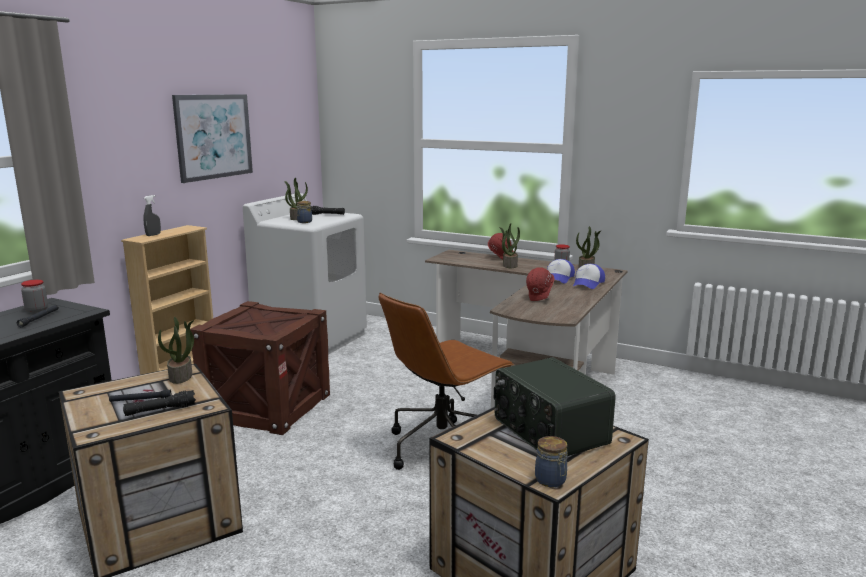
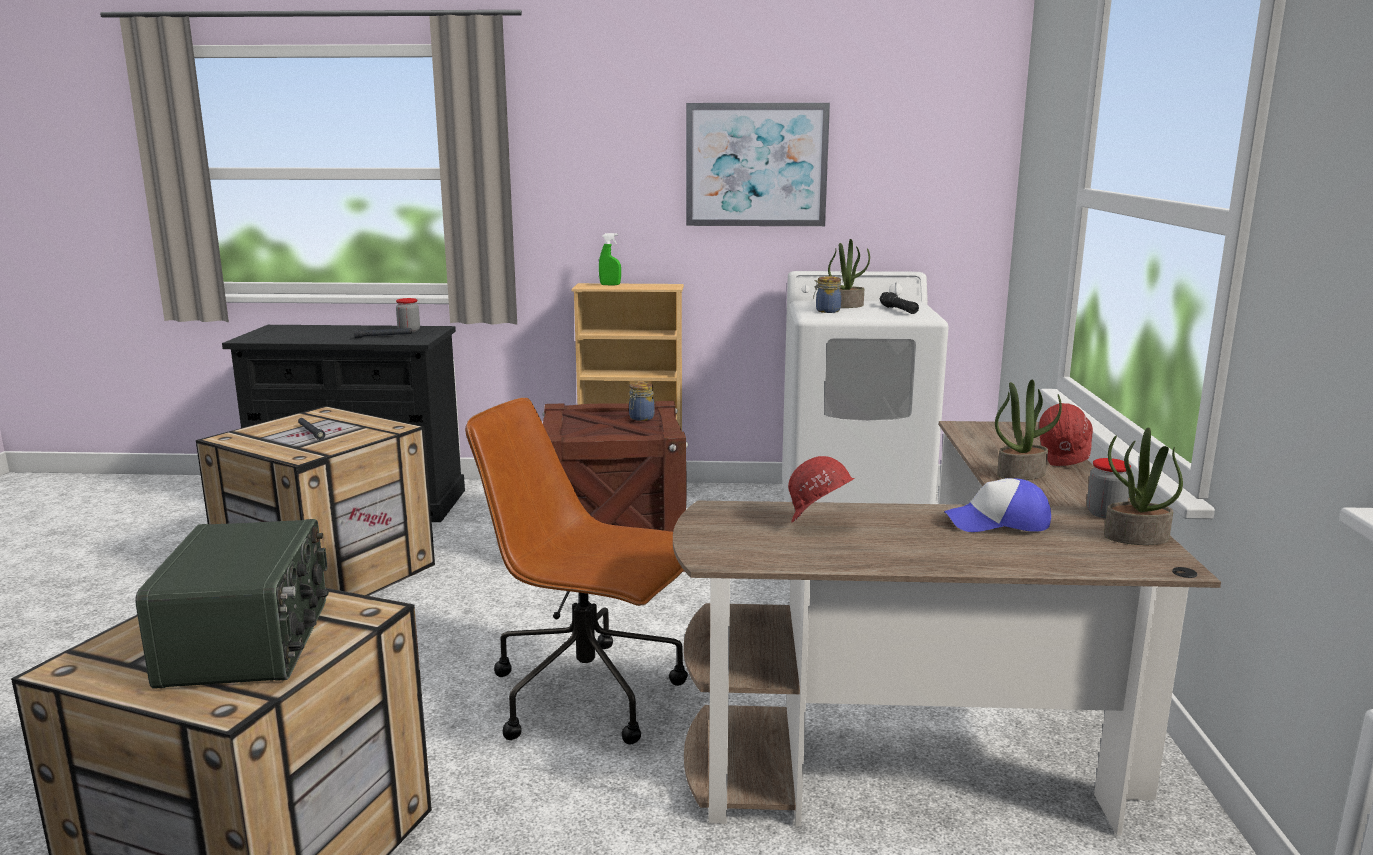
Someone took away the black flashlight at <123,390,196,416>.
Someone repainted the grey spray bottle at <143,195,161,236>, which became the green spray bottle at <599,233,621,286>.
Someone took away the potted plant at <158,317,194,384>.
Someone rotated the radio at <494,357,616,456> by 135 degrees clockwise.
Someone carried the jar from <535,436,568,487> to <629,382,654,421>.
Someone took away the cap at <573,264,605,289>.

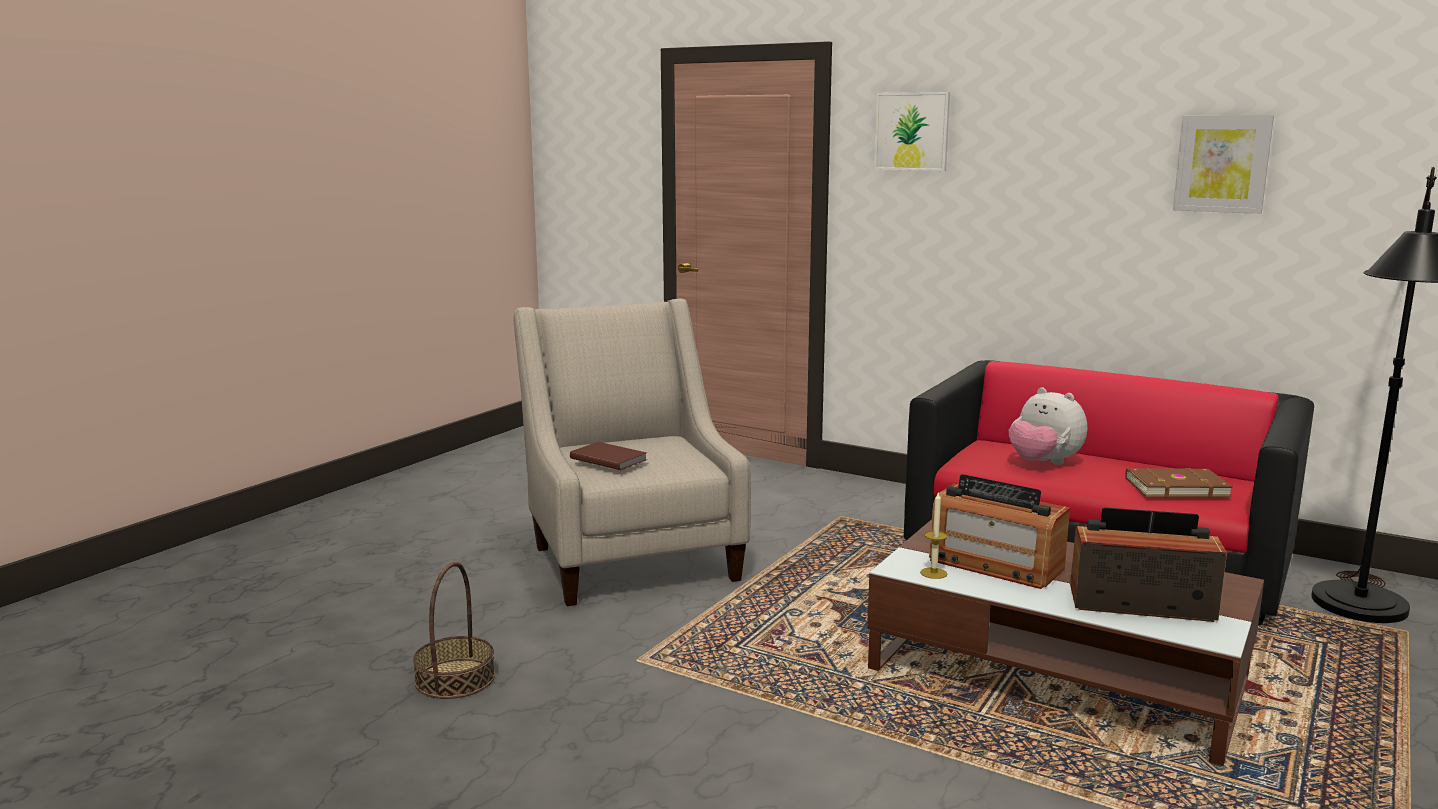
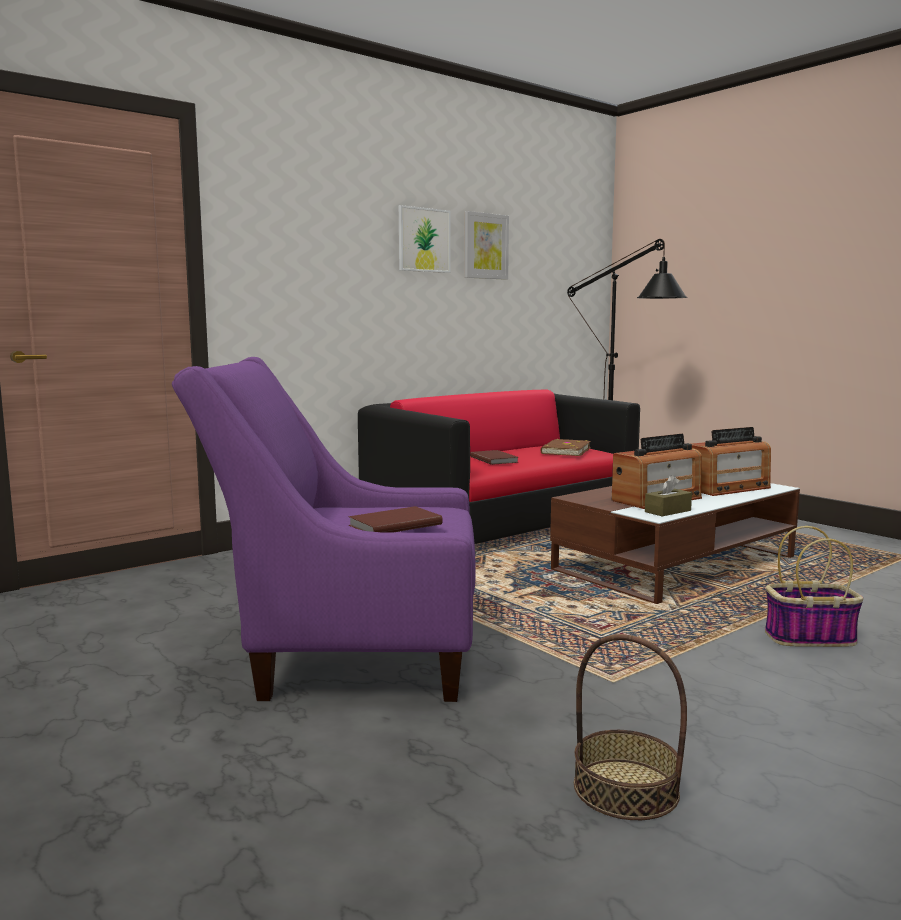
Someone repainted the beige armchair at <514,299,751,606>, which became the purple armchair at <172,357,476,702>.
Someone carried the picture from <874,92,950,171> to <399,205,451,273>.
Someone swapped the candle at <920,491,948,579> for the brown tissue box at <645,475,692,516>.
Someone swapped the plush toy at <1009,387,1087,465> for the brown book at <470,450,519,465>.
Someone rotated the radio at <1070,508,1227,622> by 150 degrees counterclockwise.
Someone put down the basket at <765,526,863,647>.

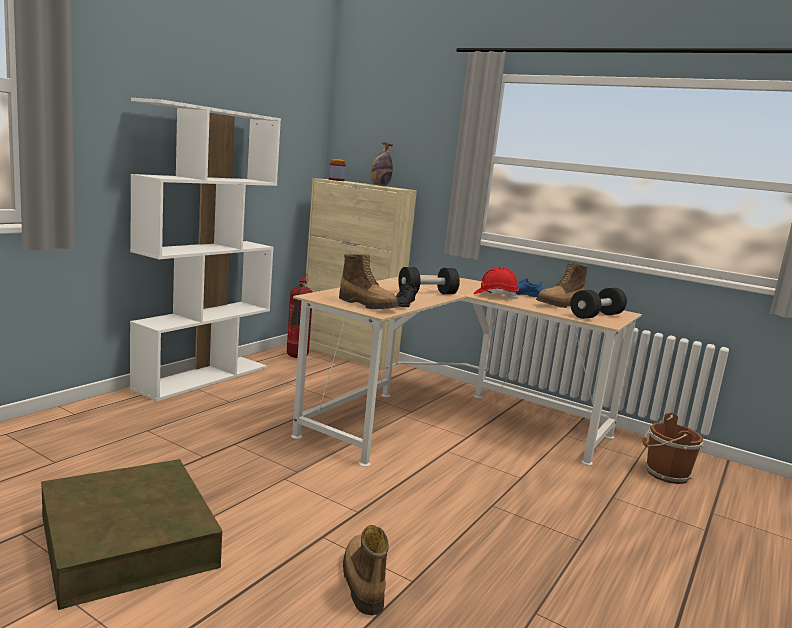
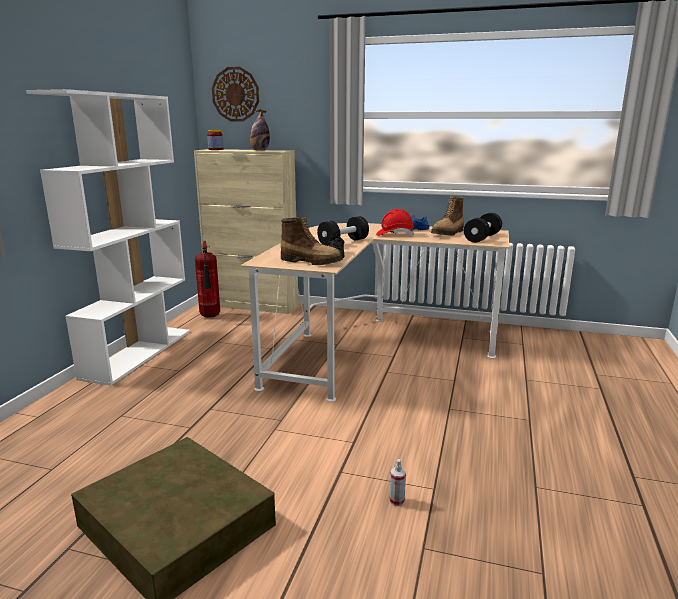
Someone swapped the boot at <343,525,389,615> for the spray bottle at <390,459,406,506>.
Someone took away the brown bucket at <642,413,704,484>.
Someone put up the wall clock at <212,67,259,122>.

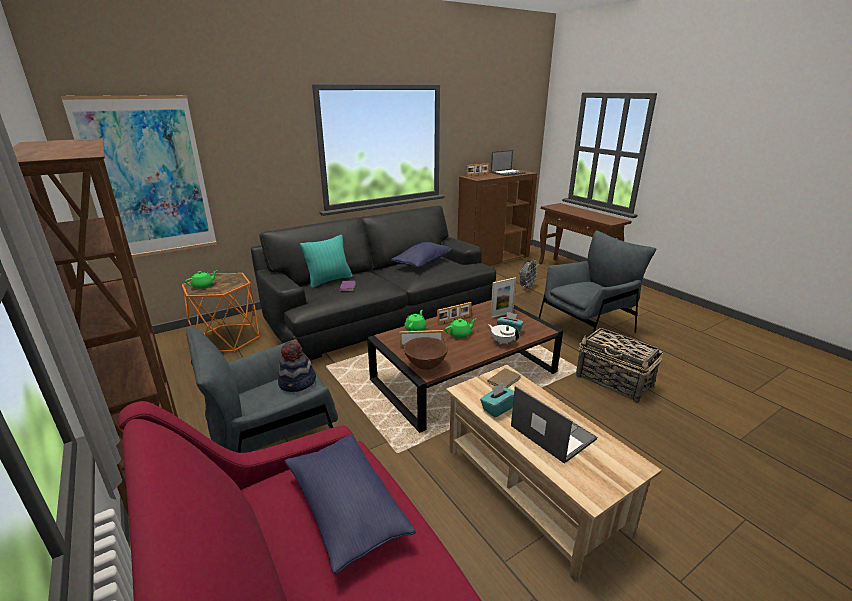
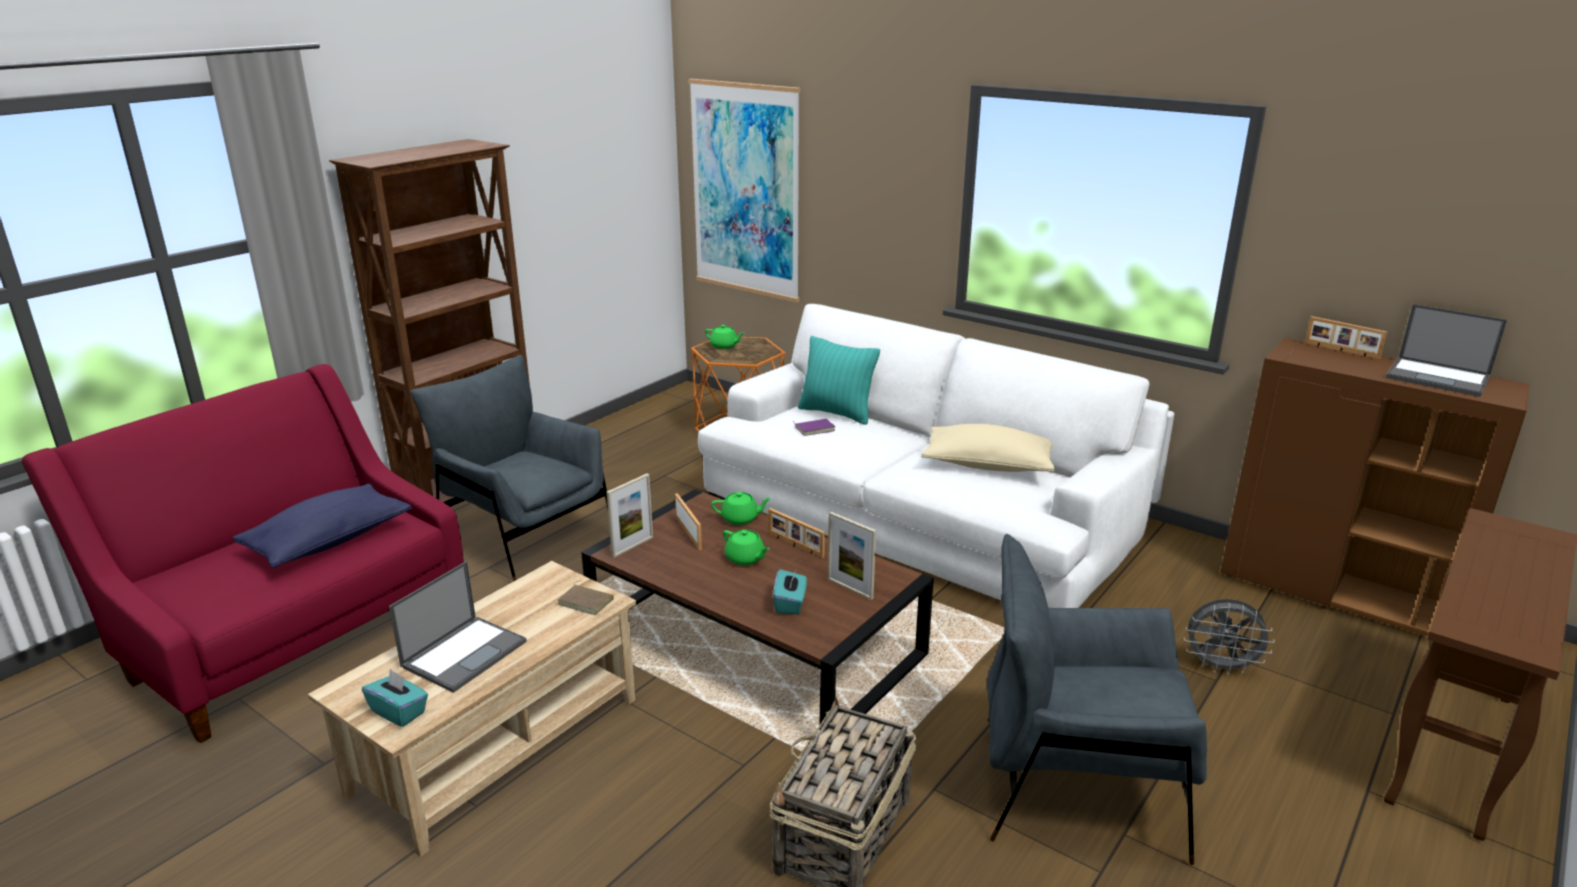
Someone repainted the black sofa at <251,206,496,360>, which became the white sofa at <698,304,1169,608>.
Someone took away the hat at <278,340,316,392>.
Someone repainted the blue pillow at <391,242,452,268>, which became the beige pillow at <921,424,1055,472>.
Someone swapped the brown bowl at <404,337,448,370> for the picture frame at <606,474,653,558>.
Someone carried the turquoise tissue box from <480,383,514,417> to <362,669,428,727>.
Someone took away the white teapot at <488,324,519,345>.
Someone rotated the grey armchair at <539,230,657,333> by 150 degrees clockwise.

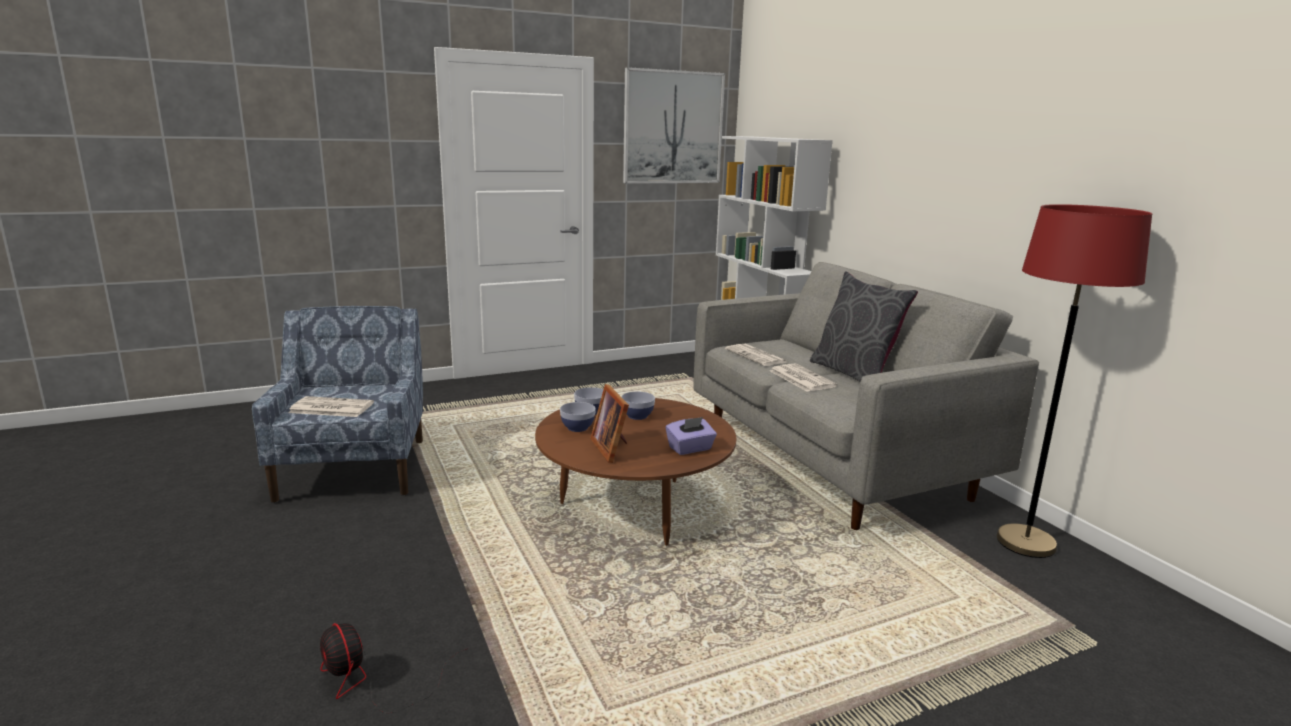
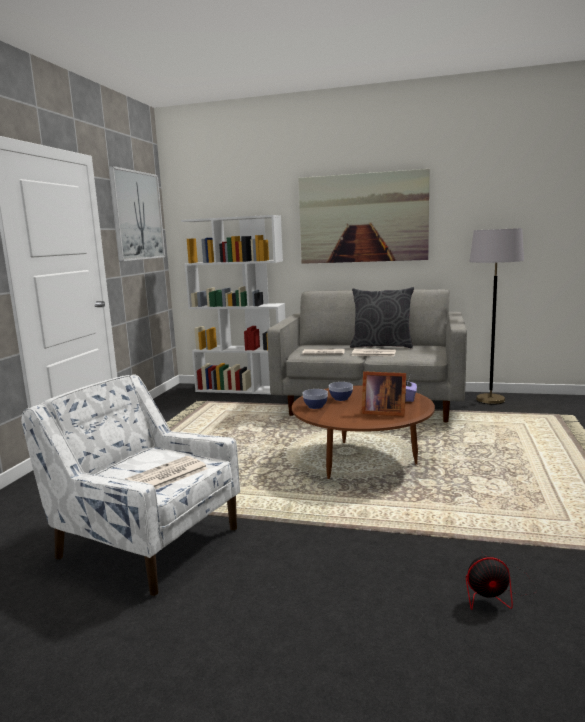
Someone repainted the blue armchair at <252,306,423,503>, which became the white armchair at <21,374,240,596>.
Someone took away the bowl at <560,402,596,432>.
Someone repainted the red floor lamp at <996,204,1152,558>, which became the grey floor lamp at <469,228,524,405>.
Someone put up the picture at <298,169,430,264>.

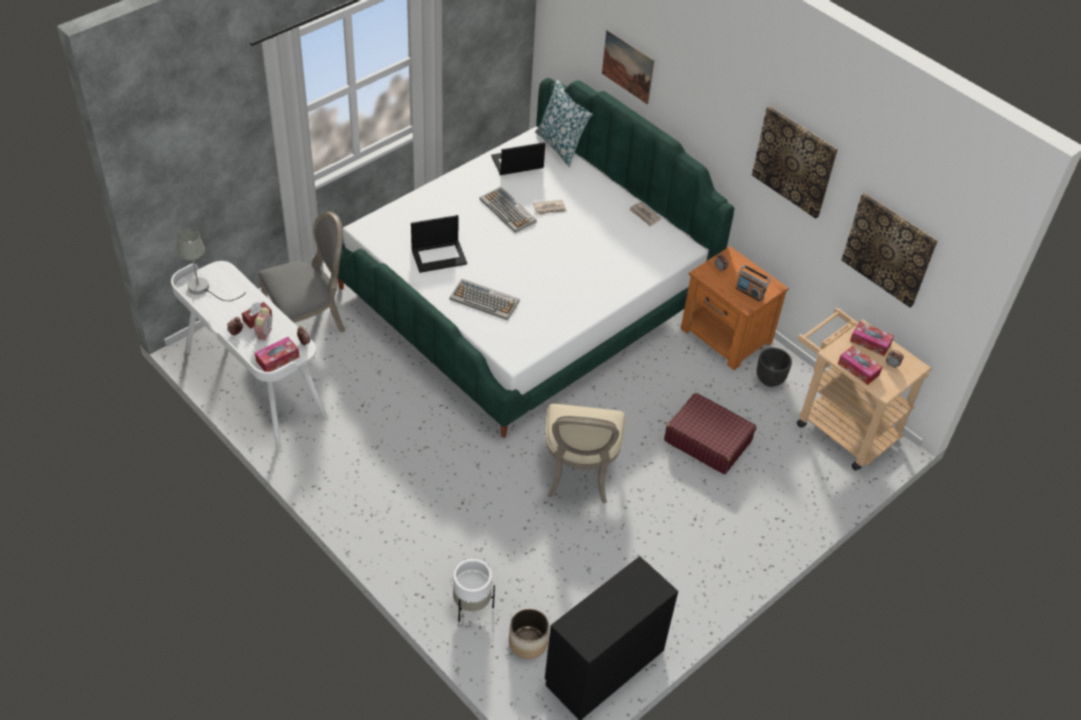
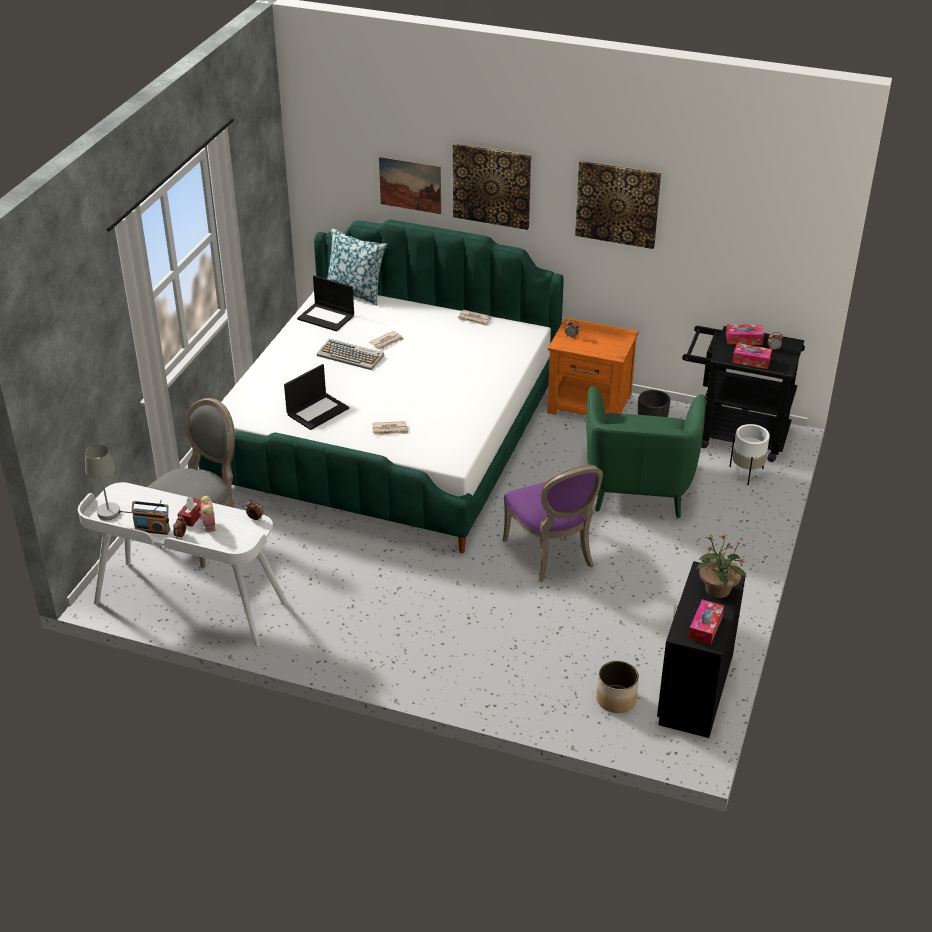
Someone carried the tissue box from <255,337,299,372> to <688,599,724,645>.
Someone swapped the keyboard at <449,279,520,320> for the newspaper at <372,421,408,435>.
Someone carried the white planter from <453,559,495,622> to <729,424,770,485>.
Someone rotated the laptop at <491,142,545,175> by 105 degrees counterclockwise.
Someone repainted the beige chair at <546,404,626,504>, which became the purple chair at <503,465,603,582>.
Someone swapped the red suitcase at <664,393,756,474> for the green armchair at <586,386,706,518>.
Someone carried the radio from <736,265,770,301> to <132,501,170,535>.
Someone repainted the beige cart at <797,308,932,470>, which became the black cart at <682,326,805,462>.
Someone carried the picture from <841,193,938,307> to <453,143,531,230>.
Someone put down the potted plant at <697,535,747,598>.

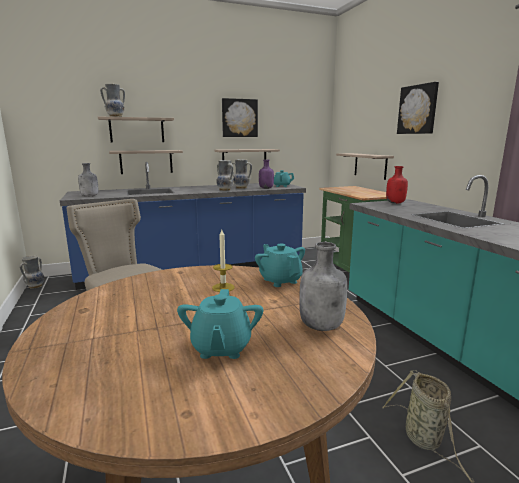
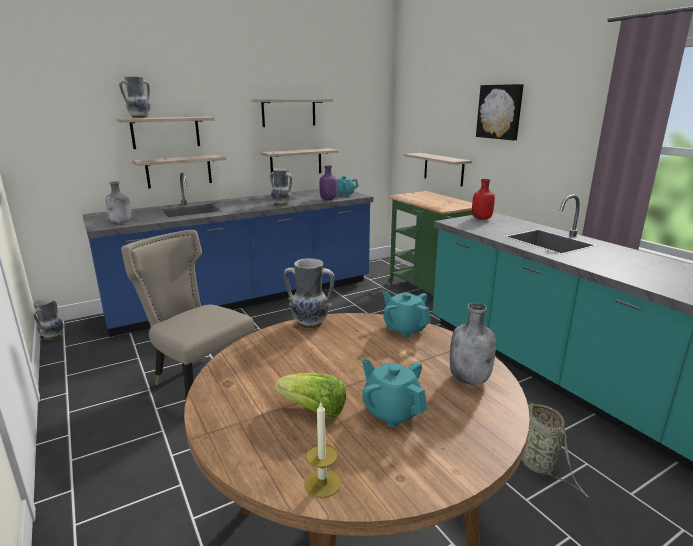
Someone rotated the turquoise teapot at <177,289,263,359> by 150 degrees clockwise.
Someone carried the candle from <212,230,235,292> to <305,403,341,498>.
Someone swapped the picture at <222,98,258,137> for the shelf at <252,99,333,127>.
Someone carried the vase from <231,159,252,189> to <284,258,335,329>.
Someone put down the lettuce at <275,373,346,419>.

